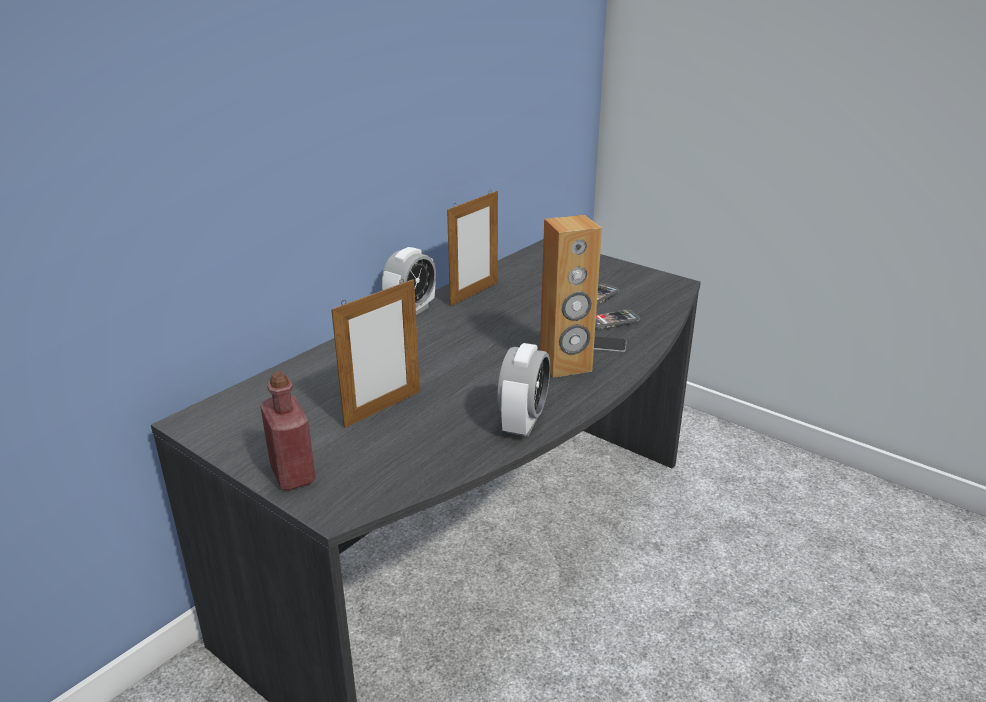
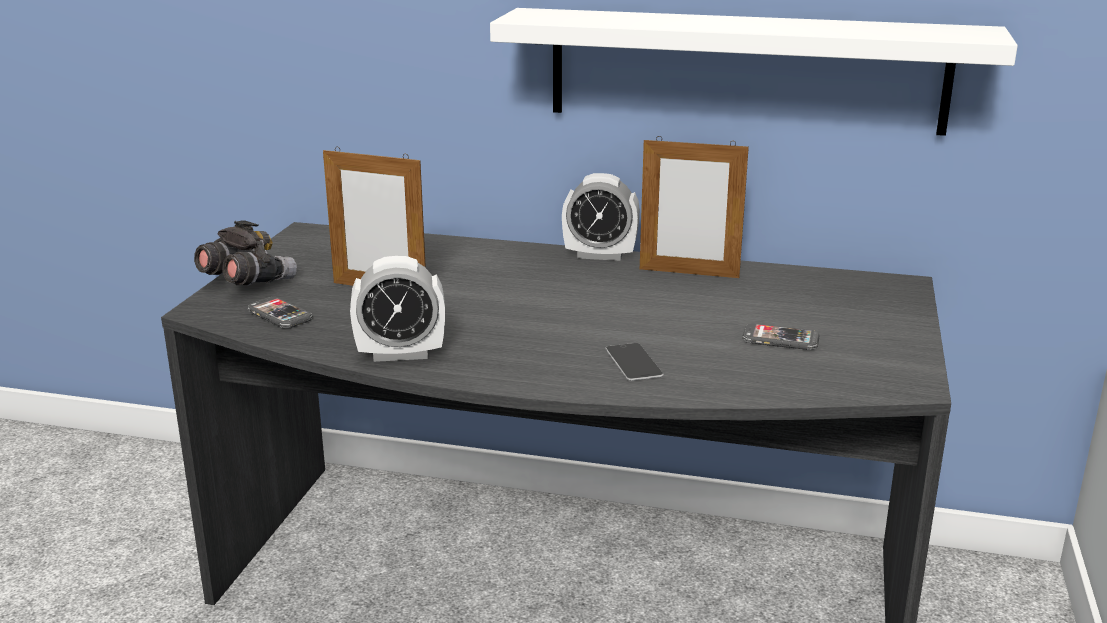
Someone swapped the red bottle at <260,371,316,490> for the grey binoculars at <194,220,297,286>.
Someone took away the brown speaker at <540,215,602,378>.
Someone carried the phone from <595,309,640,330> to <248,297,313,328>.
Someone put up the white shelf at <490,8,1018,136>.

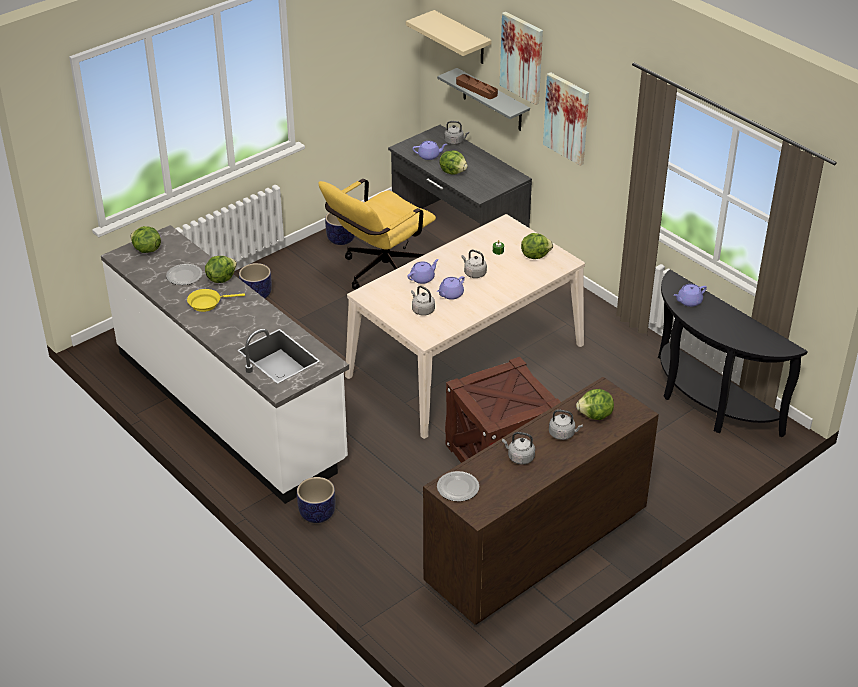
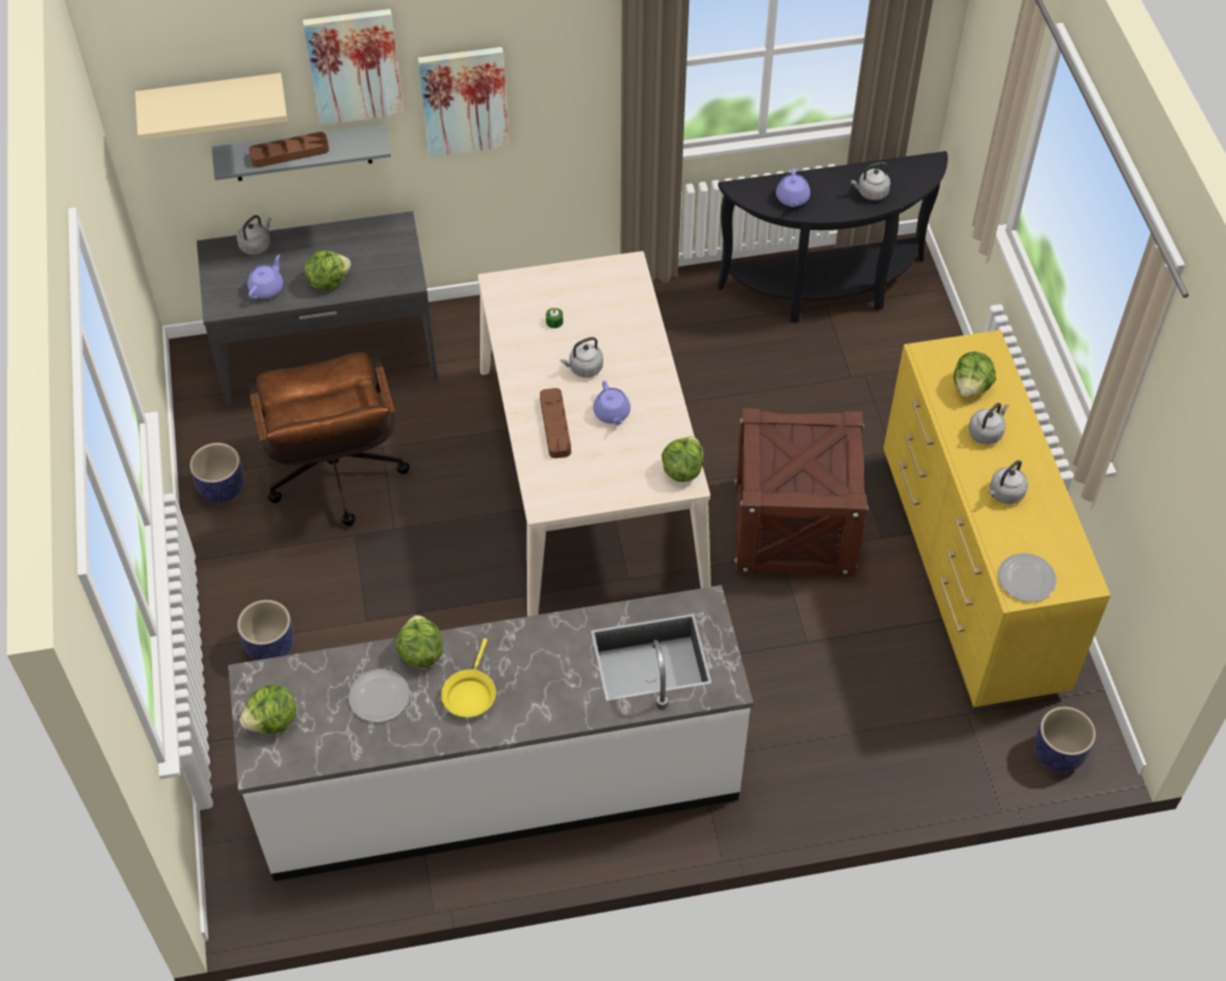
Someone carried the planter from <297,477,335,523> to <1034,707,1096,772>.
Someone repainted the yellow office chair at <318,179,436,289>, which became the brown office chair at <248,352,410,526>.
Someone swapped the purple teapot at <407,259,439,284> for the brown tray at <540,388,571,458>.
Someone carried the grey kettle from <411,286,435,316> to <851,162,891,200>.
Someone repainted the brown dresser at <423,377,659,625>, which became the yellow dresser at <883,330,1111,707>.
Someone carried the lettuce from <521,233,553,259> to <662,436,704,482>.

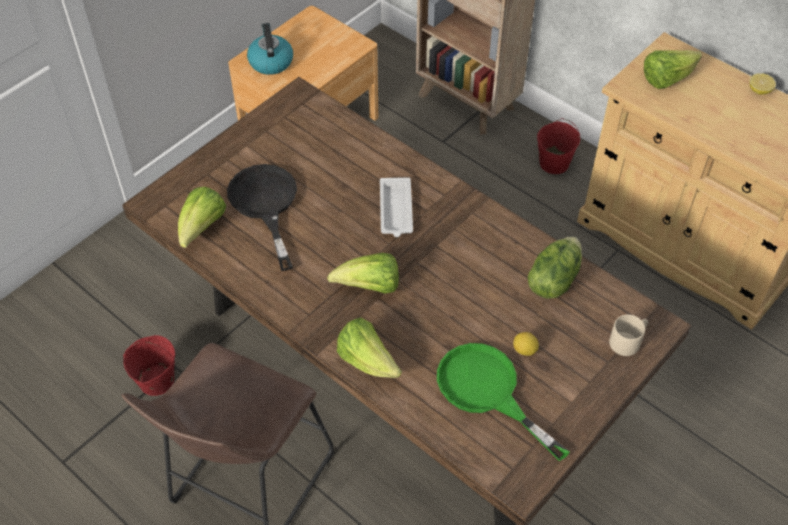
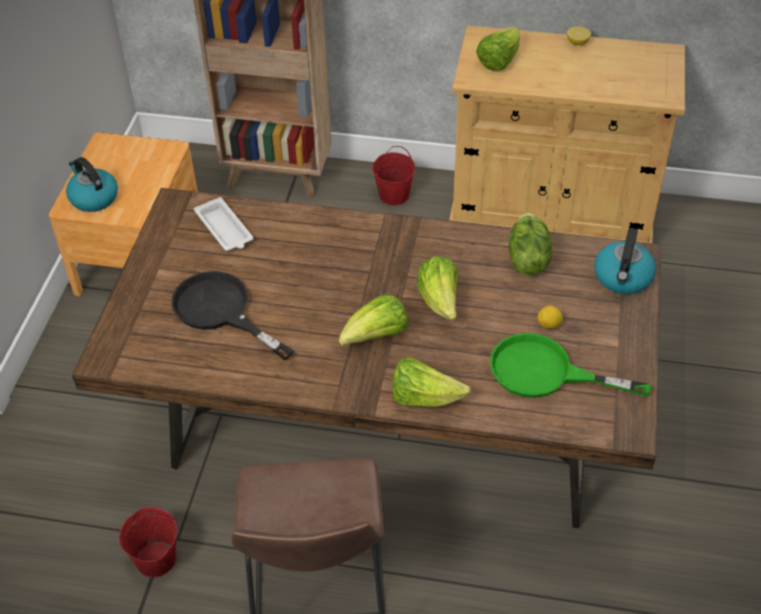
Someone carried the lettuce from <178,187,226,248> to <417,256,458,320>.
Someone carried the white tray from <380,177,413,237> to <194,197,253,251>.
Someone swapped the beige mug at <609,315,648,356> for the kettle at <594,228,656,294>.

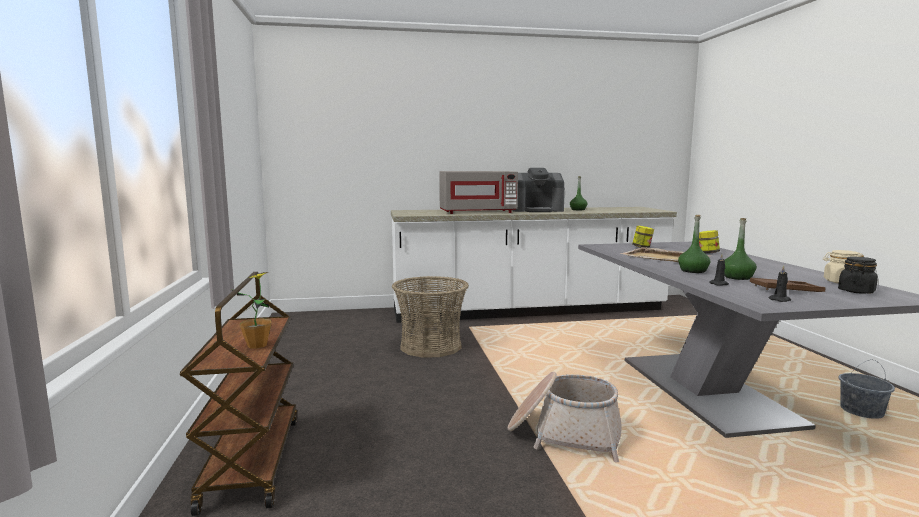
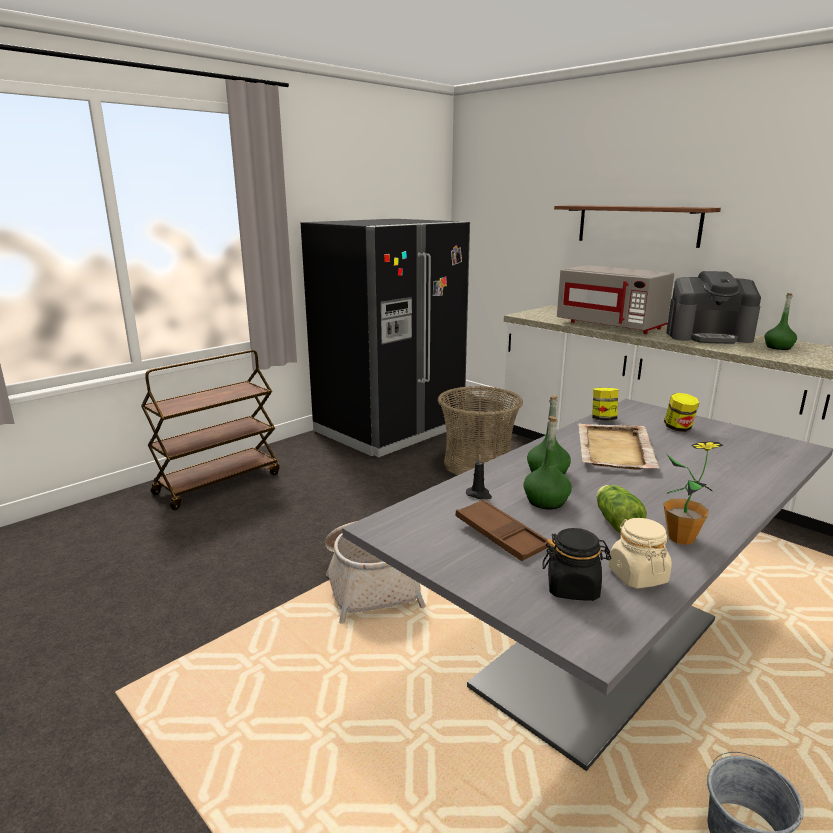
Someone carried the potted plant from <237,272,271,349> to <663,442,724,545>.
Someone rotated the coffee machine at <511,168,565,212> by 45 degrees counterclockwise.
Someone carried the jar from <699,230,720,254> to <592,388,618,421>.
Someone took away the black candle at <769,265,791,302>.
Someone put down the black fridge at <301,219,470,457>.
Someone put up the shelf at <554,205,721,248>.
Someone put down the lettuce at <597,485,646,533>.

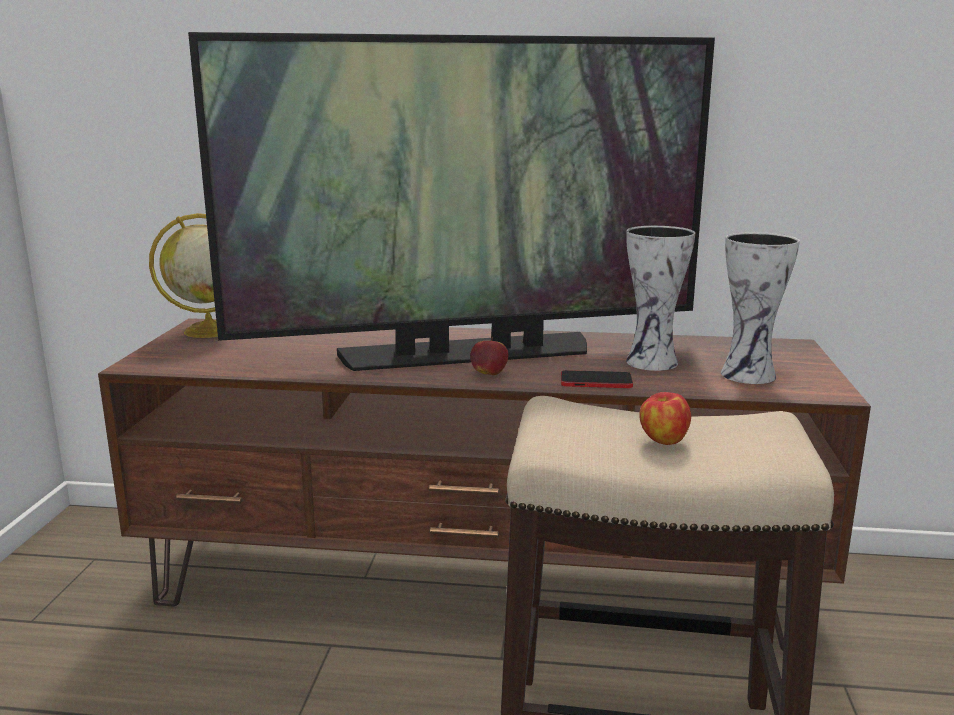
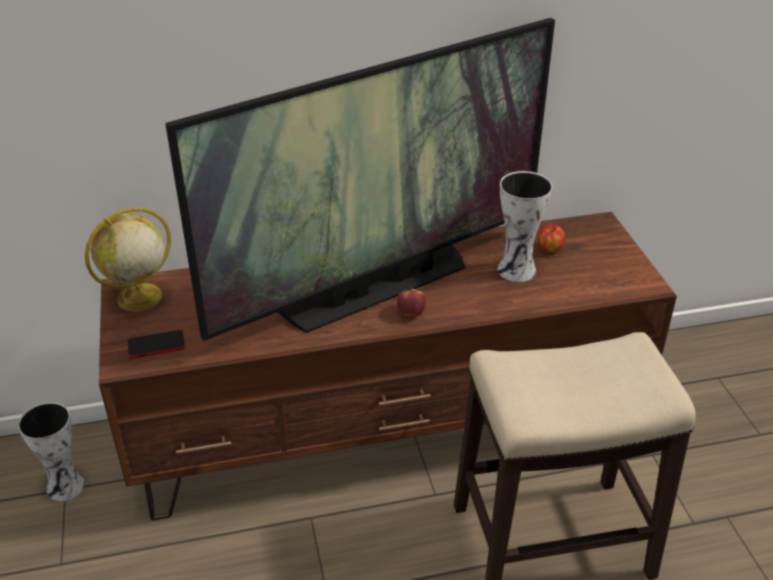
Someone carried the phone from <561,370,633,388> to <127,330,185,358>.
Someone carried the apple from <639,392,691,445> to <538,224,565,253>.
Someone carried the vase from <721,232,800,384> to <18,402,85,501>.

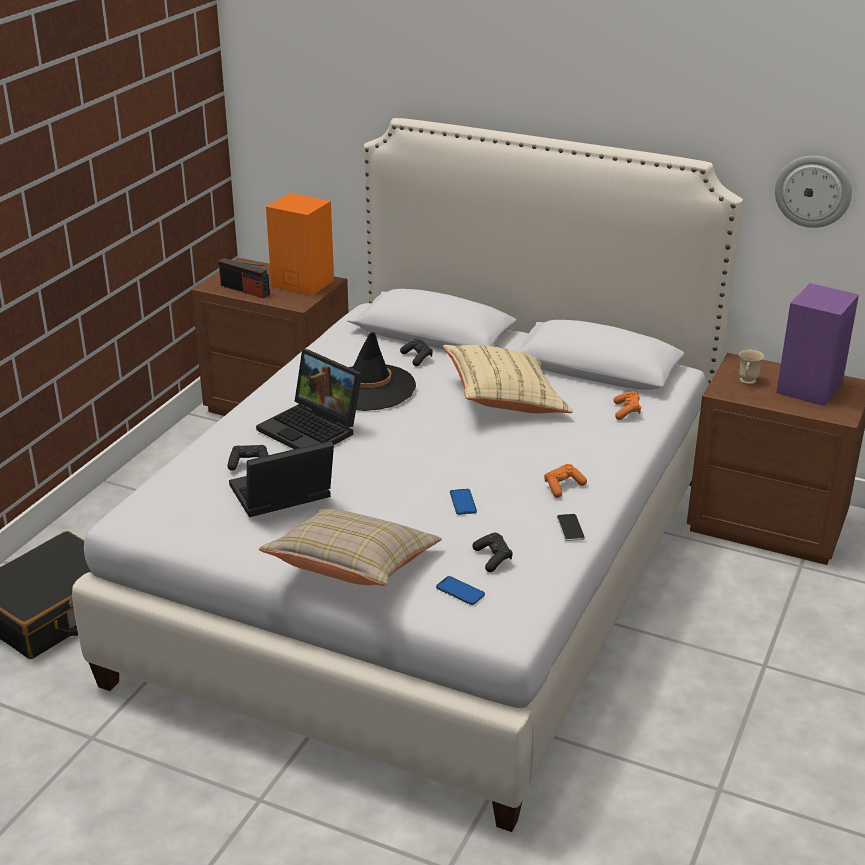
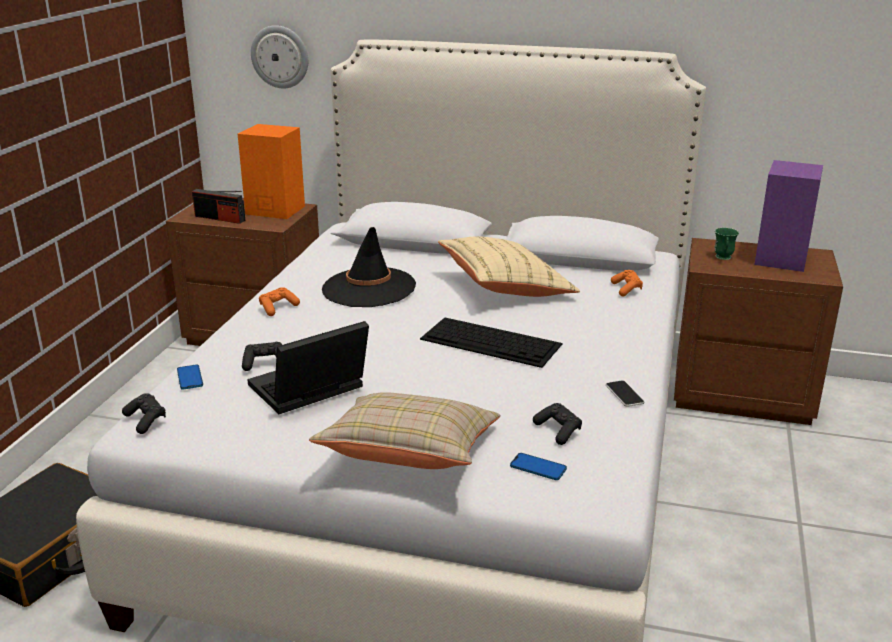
Someone took away the laptop at <256,349,362,449>.
Someone carried the black game controller from <400,339,433,366> to <122,393,166,434>.
Someone carried the phone from <450,489,477,515> to <177,364,203,390>.
Someone carried the orange game controller from <544,464,587,498> to <259,287,300,316>.
Someone repainted the beige mug at <739,350,764,384>, which became the green mug at <714,228,739,260>.
Someone carried the wall clock from <775,156,852,228> to <251,25,308,89>.
Someone put down the keyboard at <420,318,562,368>.

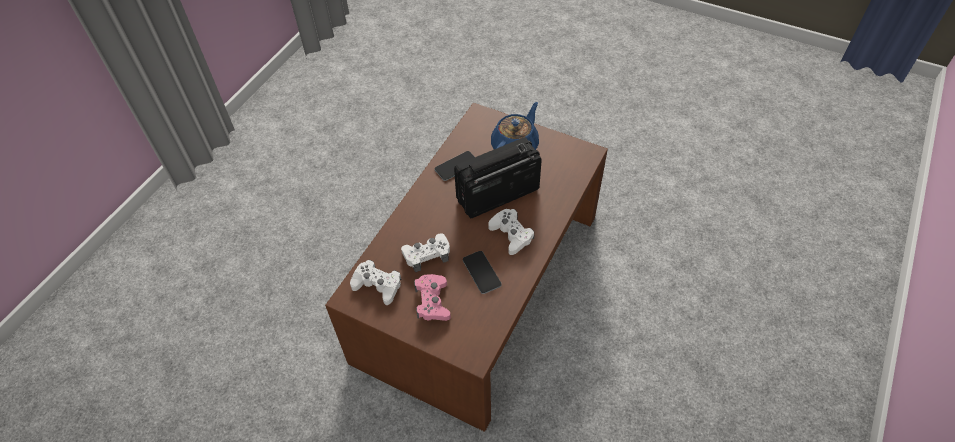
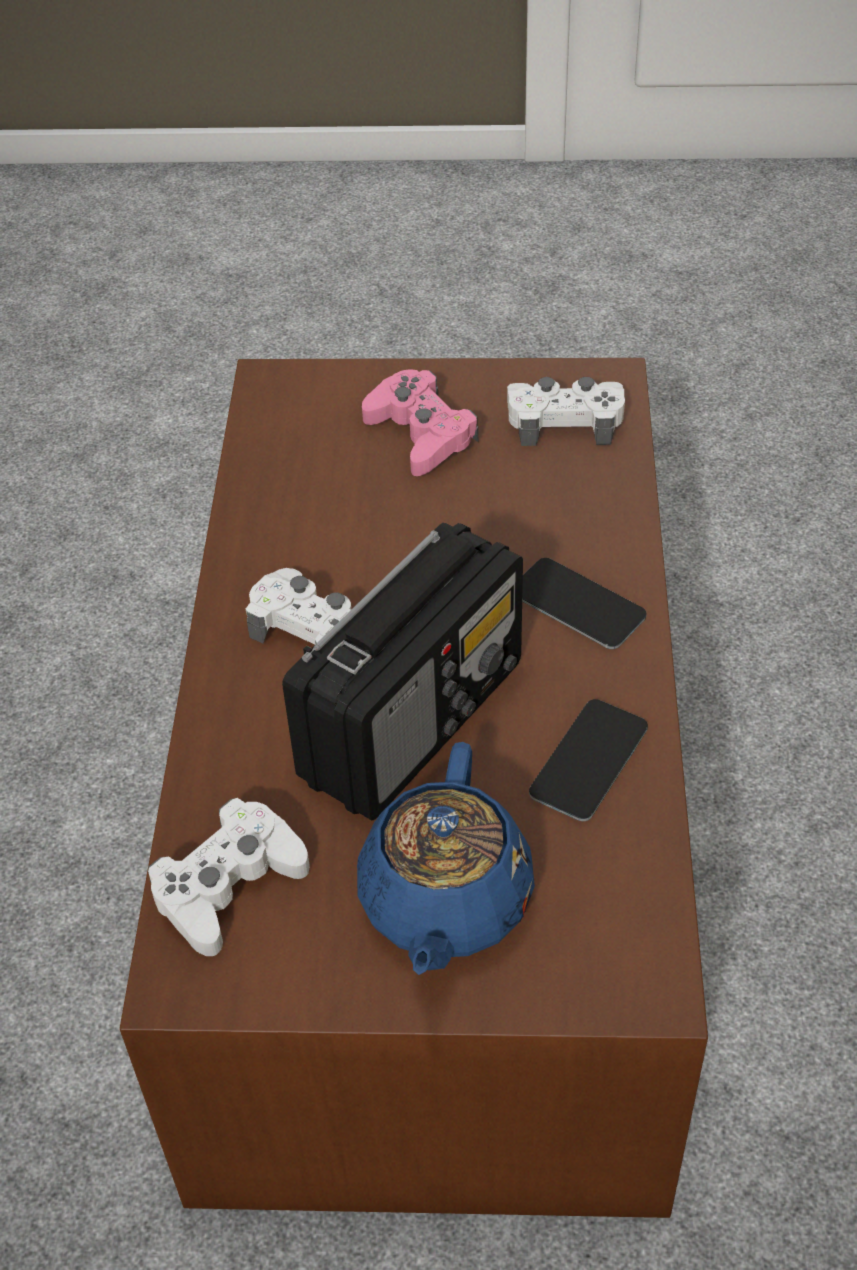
Someone carried the white game controller from <401,233,450,272> to <148,798,310,956>.
Someone carried the phone from <463,251,502,294> to <522,558,647,649>.

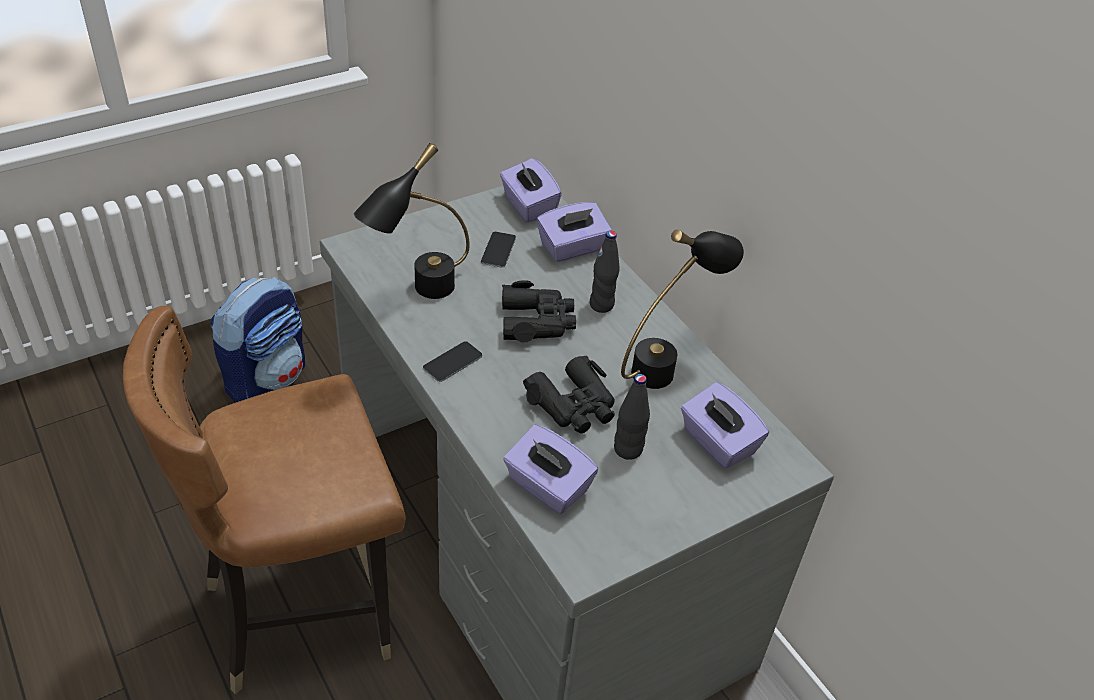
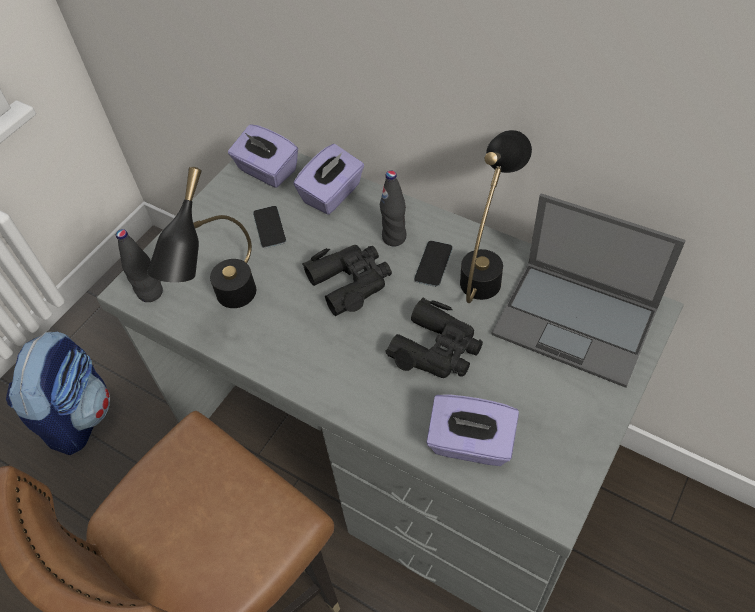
Someone carried the phone from <423,341,482,382> to <414,241,453,287>.
Someone carried the black bottle from <614,374,650,460> to <116,229,163,302>.
Someone swapped the purple tissue box at <681,382,769,469> for the laptop at <491,193,686,388>.

